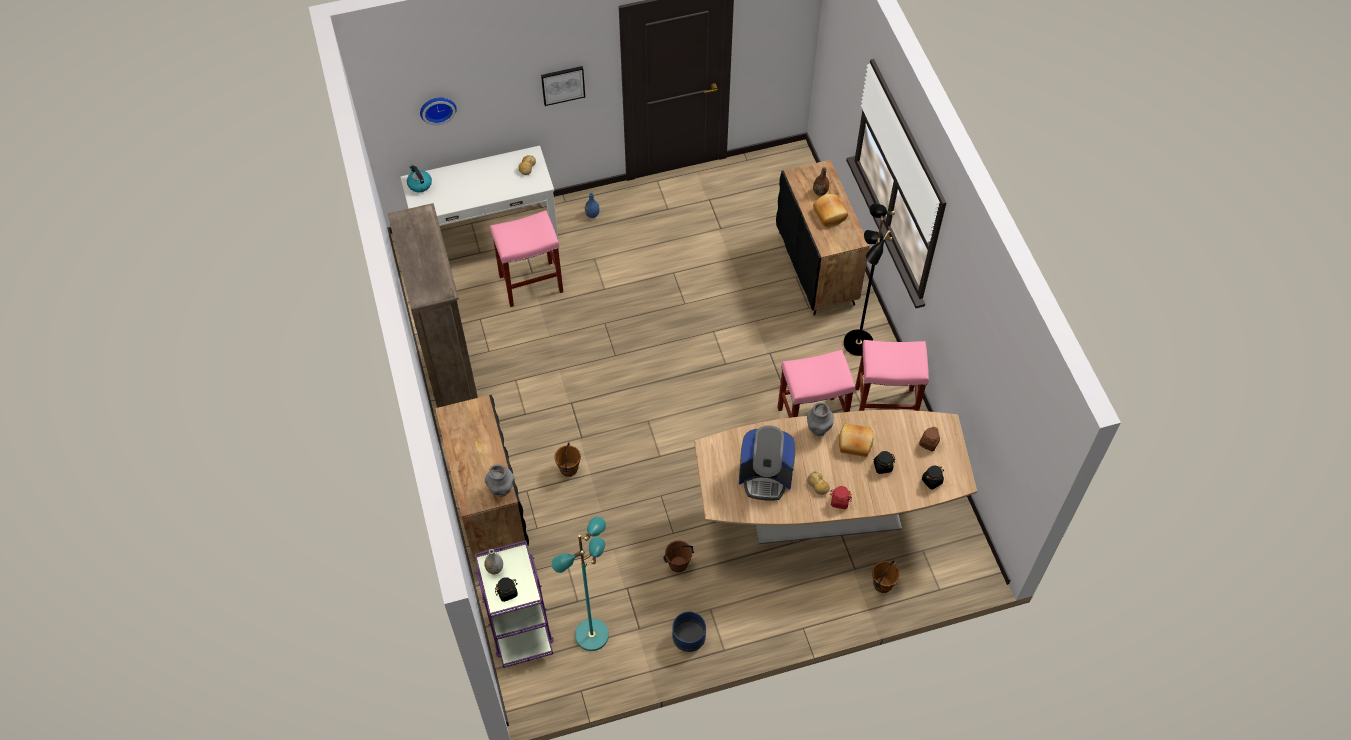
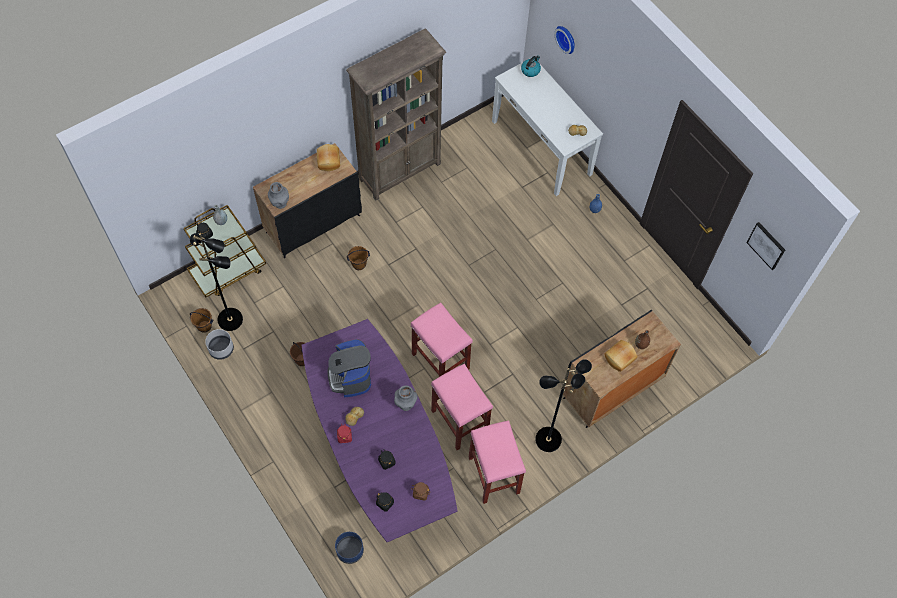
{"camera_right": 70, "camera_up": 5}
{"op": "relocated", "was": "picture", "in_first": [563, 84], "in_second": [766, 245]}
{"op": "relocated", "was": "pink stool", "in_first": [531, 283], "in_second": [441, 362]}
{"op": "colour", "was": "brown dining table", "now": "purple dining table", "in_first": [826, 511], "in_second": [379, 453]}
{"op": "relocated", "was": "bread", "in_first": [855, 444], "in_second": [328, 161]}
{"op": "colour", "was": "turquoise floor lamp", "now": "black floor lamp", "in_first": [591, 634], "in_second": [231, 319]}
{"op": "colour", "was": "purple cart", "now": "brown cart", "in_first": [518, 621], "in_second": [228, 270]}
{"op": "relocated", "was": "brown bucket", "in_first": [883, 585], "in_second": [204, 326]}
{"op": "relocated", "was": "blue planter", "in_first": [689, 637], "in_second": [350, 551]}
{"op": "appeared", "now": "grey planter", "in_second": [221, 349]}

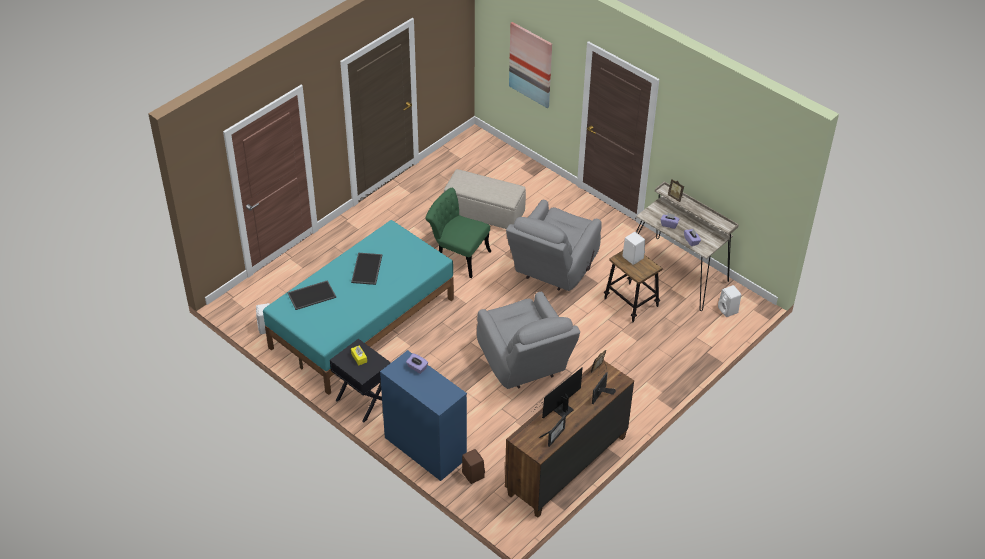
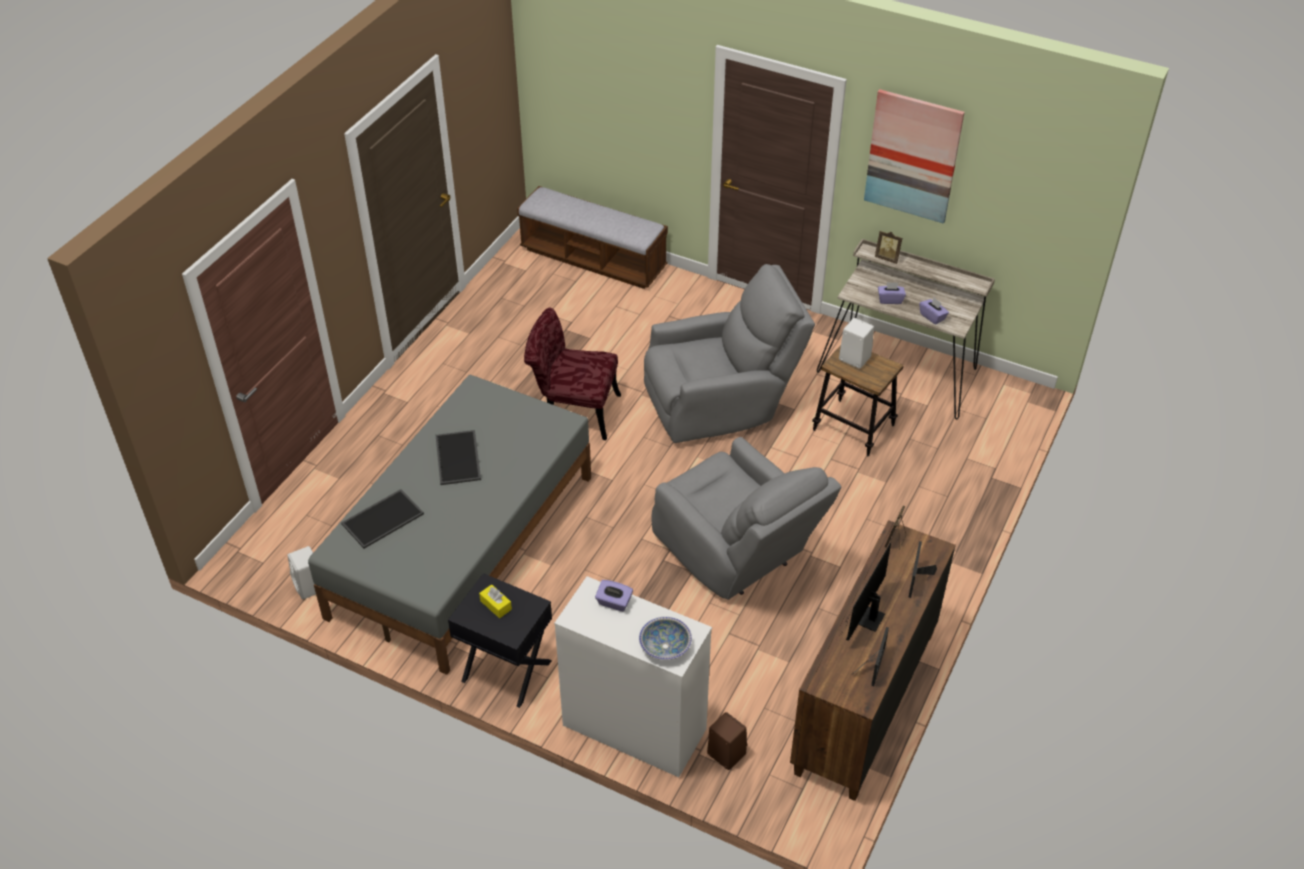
{"camera_right": -15, "camera_up": 0}
{"op": "relocated", "was": "picture", "in_first": [531, 64], "in_second": [913, 156]}
{"op": "missing", "was": "beige ottoman", "in_first": [485, 214]}
{"op": "colour", "was": "green chair", "now": "red chair", "in_first": [457, 256], "in_second": [573, 411]}
{"op": "spun", "was": "grey armchair", "in_first": [552, 269], "in_second": [721, 402], "clockwise": -120}
{"op": "colour", "was": "turquoise bed", "now": "grey bed", "in_first": [361, 323], "in_second": [461, 545]}
{"op": "missing", "was": "white speaker", "in_first": [728, 310]}
{"op": "colour", "was": "blue dresser", "now": "white dresser", "in_first": [425, 448], "in_second": [634, 727]}
{"op": "appeared", "now": "bench", "in_second": [593, 259]}
{"op": "appeared", "now": "bowl", "in_second": [665, 646]}

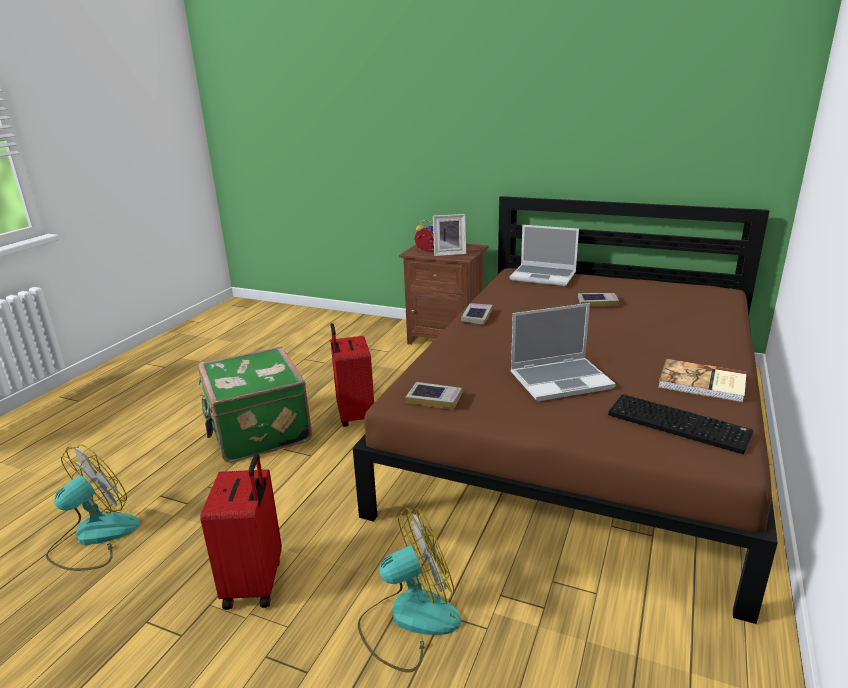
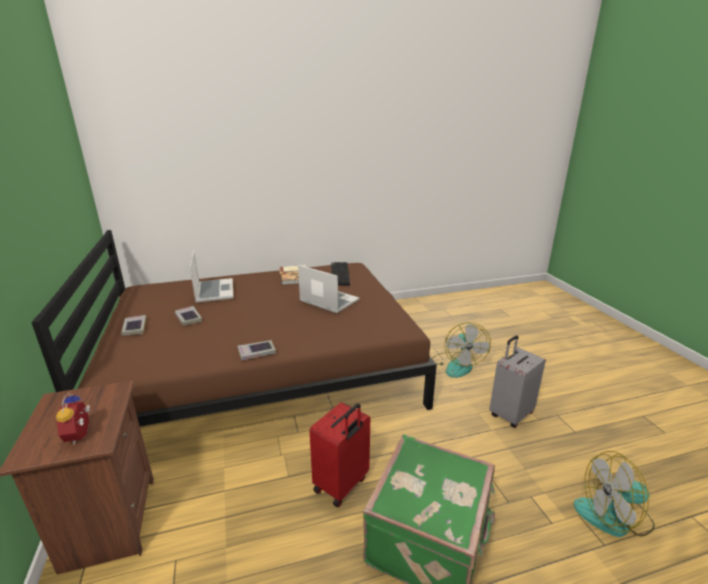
{"camera_right": -130, "camera_up": 0}
{"op": "missing", "was": "picture frame", "in_first": [449, 253]}
{"op": "relocated", "was": "laptop", "in_first": [544, 276], "in_second": [214, 291]}
{"op": "relocated", "was": "book", "in_first": [434, 399], "in_second": [134, 328]}
{"op": "colour", "was": "red suitcase", "now": "grey suitcase", "in_first": [255, 583], "in_second": [510, 414]}
{"op": "spun", "was": "fan", "in_first": [409, 619], "in_second": [457, 364], "clockwise": -120}

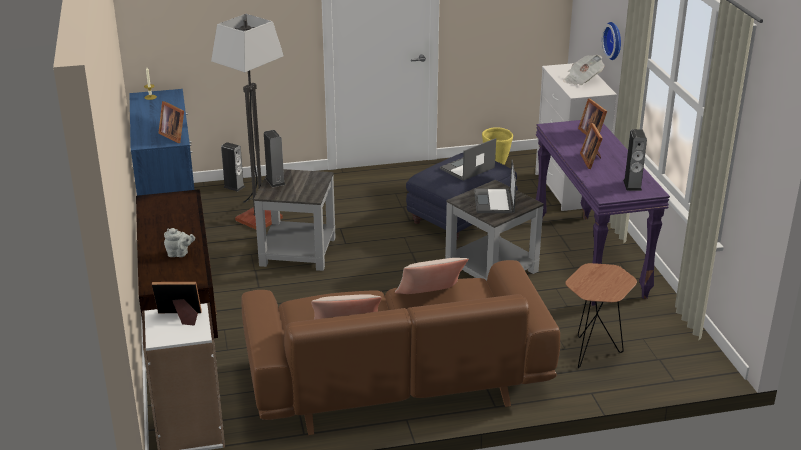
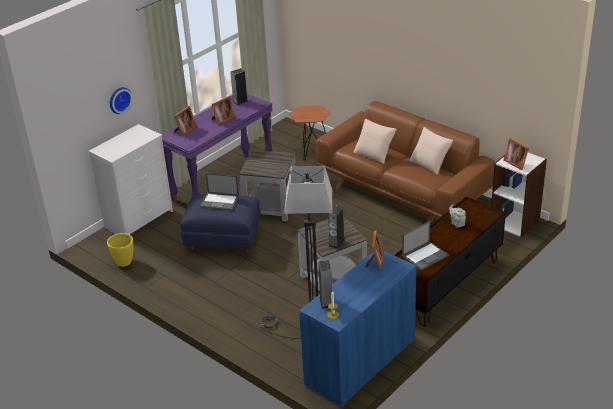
{"camera_right": -125, "camera_up": 5}
{"op": "missing", "was": "newspaper", "in_first": [582, 80]}
{"op": "relocated", "was": "speaker", "in_first": [234, 187], "in_second": [326, 302]}
{"op": "relocated", "was": "laptop", "in_first": [494, 202], "in_second": [425, 255]}

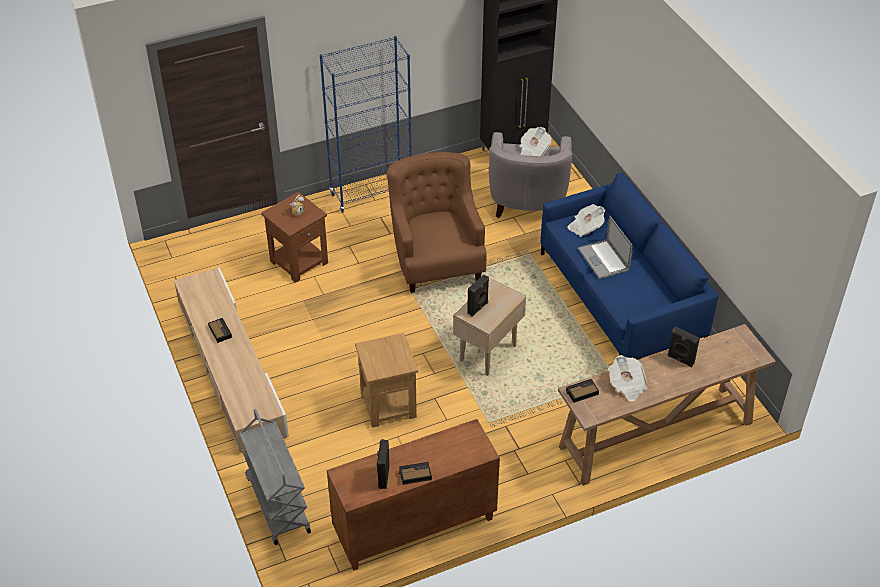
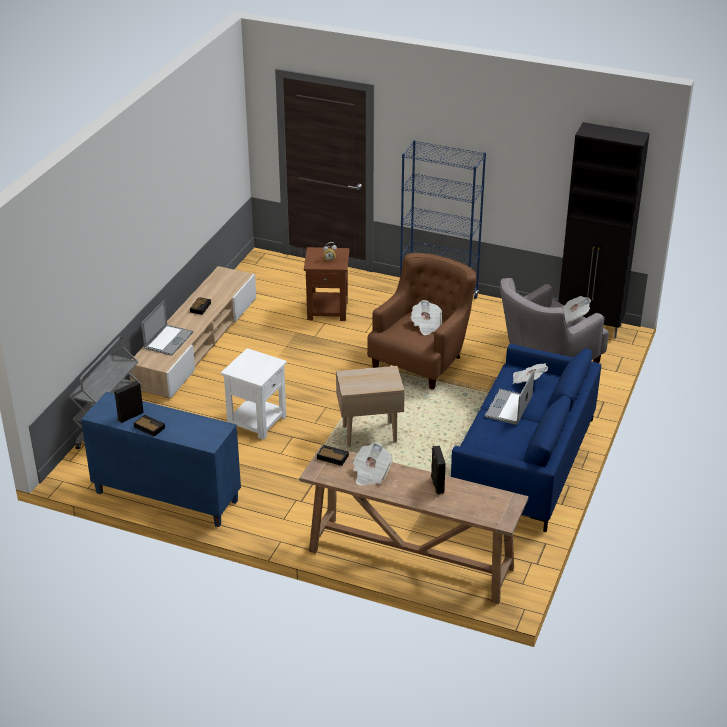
{"camera_right": 45, "camera_up": -10}
{"op": "missing", "was": "black speaker", "in_first": [478, 308]}
{"op": "colour", "was": "brown side table", "now": "white side table", "in_first": [388, 404], "in_second": [257, 421]}
{"op": "colour", "was": "brown cabinet", "now": "blue cabinet", "in_first": [414, 528], "in_second": [165, 497]}
{"op": "appeared", "now": "laptop", "in_second": [169, 340]}
{"op": "appeared", "now": "newspaper", "in_second": [426, 325]}

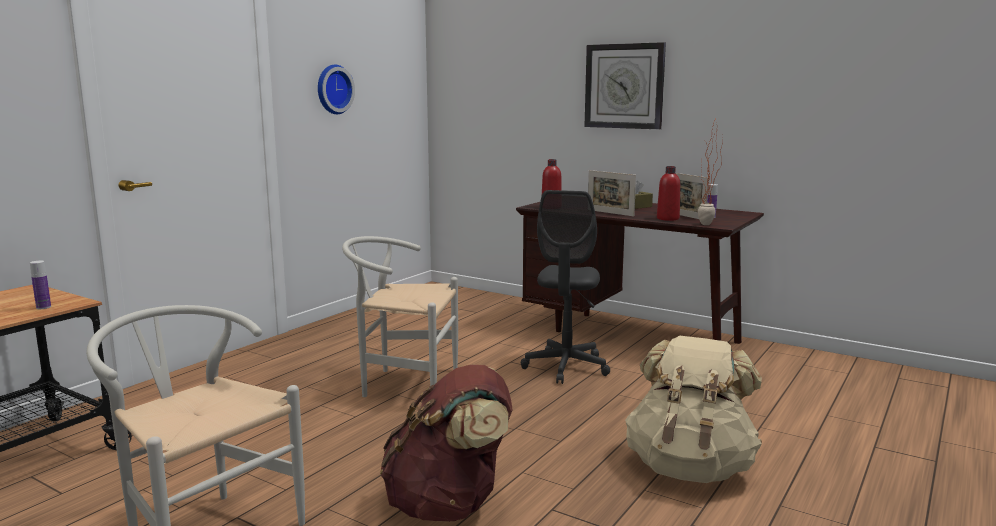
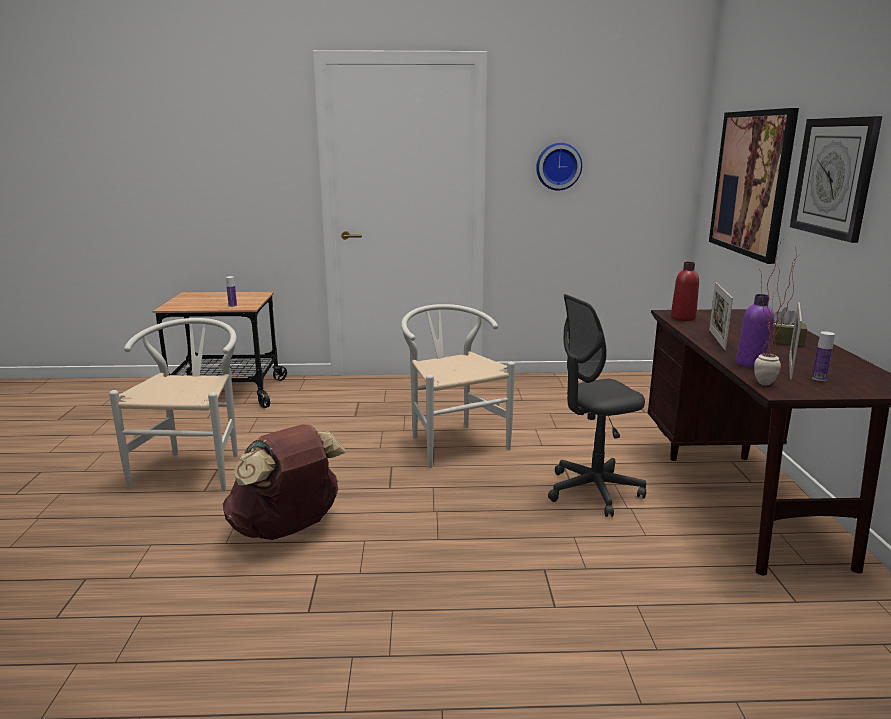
{"camera_right": 55, "camera_up": 5}
{"op": "colour", "was": "red bottle", "now": "purple bottle", "in_first": [667, 218], "in_second": [751, 364]}
{"op": "missing", "was": "beige backpack", "in_first": [690, 468]}
{"op": "appeared", "now": "picture", "in_second": [751, 183]}

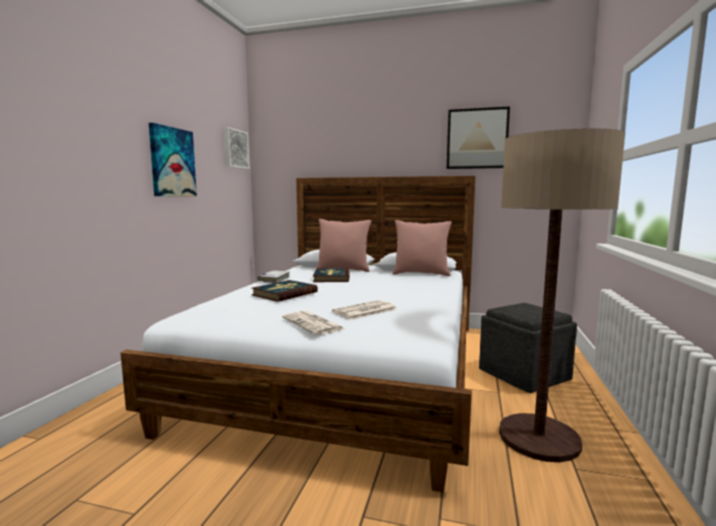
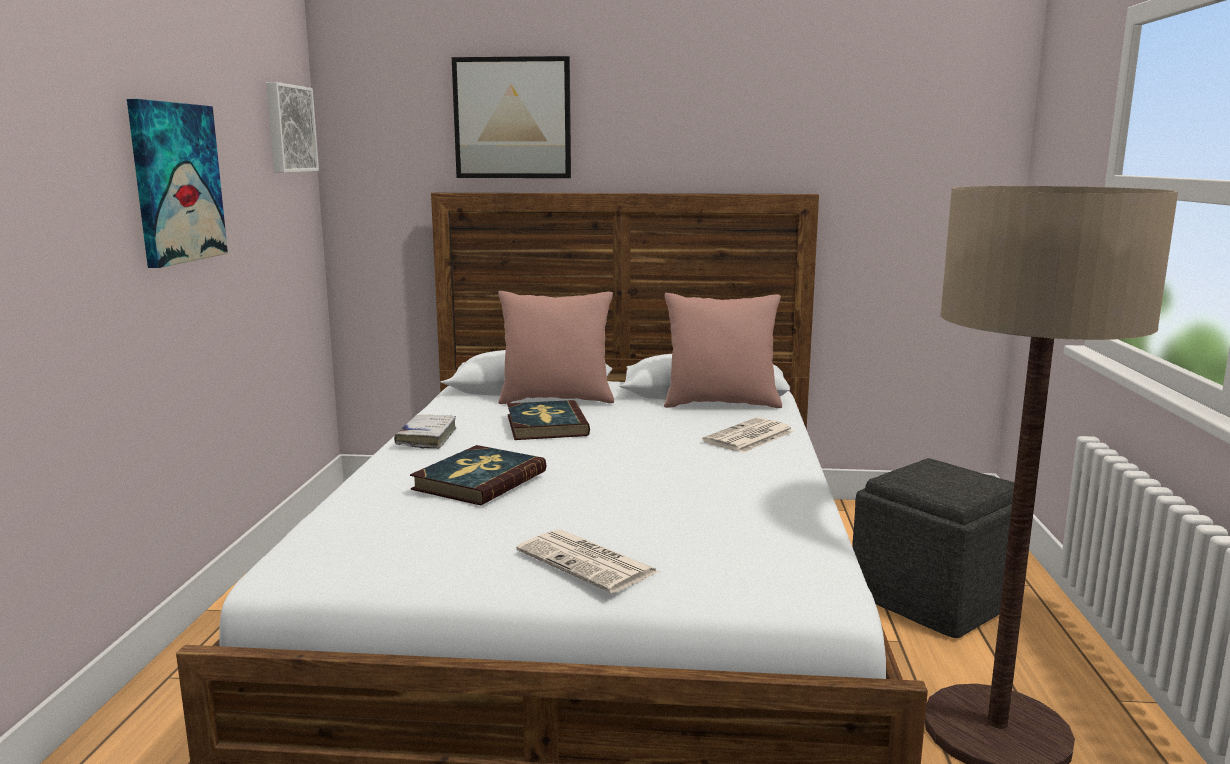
{"camera_right": -10, "camera_up": 5}
{"op": "relocated", "was": "picture", "in_first": [477, 138], "in_second": [512, 118]}
{"op": "relocated", "was": "newspaper", "in_first": [364, 311], "in_second": [749, 437]}

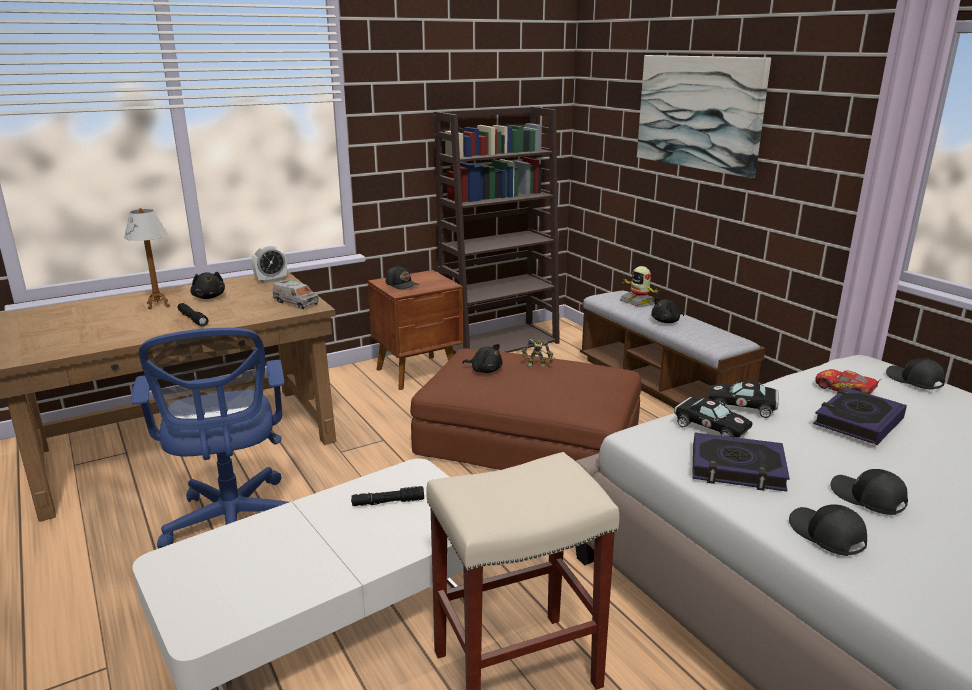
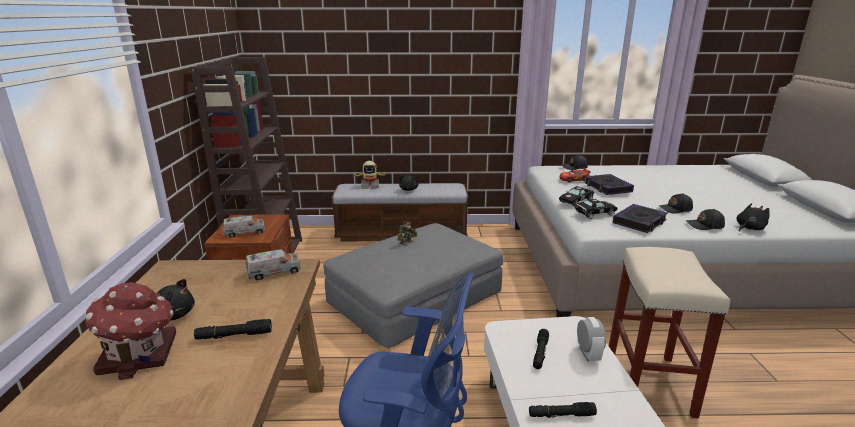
{"camera_right": -60, "camera_up": 0}
{"op": "missing", "was": "picture", "in_first": [699, 112]}
{"op": "exchanged", "was": "table lamp", "now": "toy house", "in_first": [158, 305], "in_second": [140, 354]}
{"op": "relocated", "was": "alarm clock", "in_first": [271, 280], "in_second": [588, 354]}
{"op": "exchanged", "was": "black cap", "now": "toy truck", "in_first": [402, 284], "in_second": [244, 232]}
{"op": "relocated", "was": "black plush toy", "in_first": [485, 370], "in_second": [749, 228]}
{"op": "colour", "was": "brown ottoman", "now": "grey ottoman", "in_first": [528, 438], "in_second": [415, 295]}
{"op": "appeared", "now": "black flashlight", "in_second": [561, 415]}

